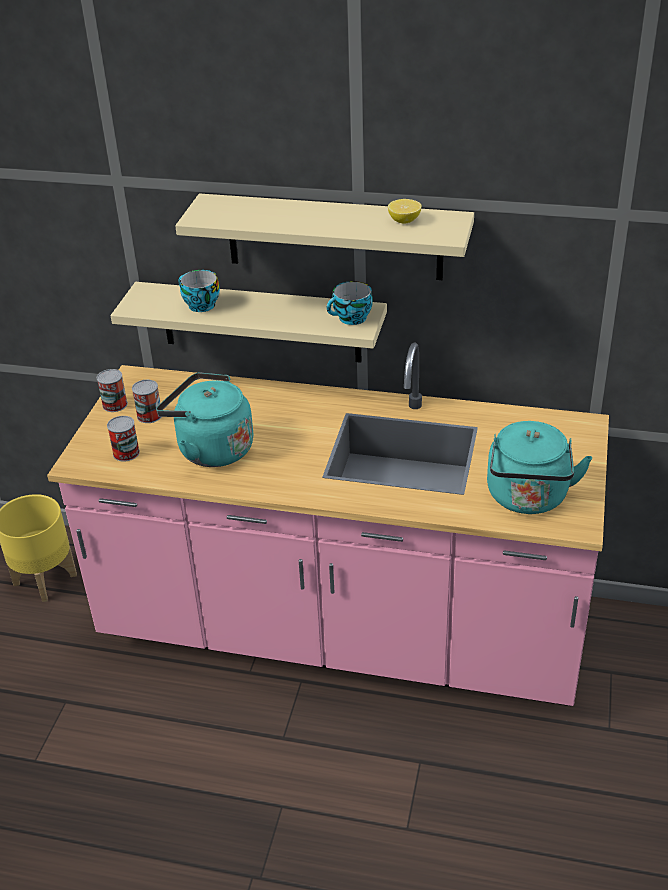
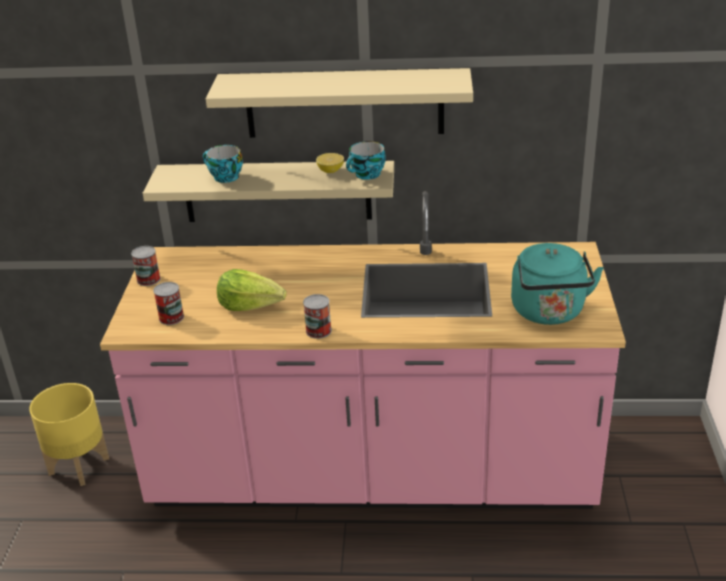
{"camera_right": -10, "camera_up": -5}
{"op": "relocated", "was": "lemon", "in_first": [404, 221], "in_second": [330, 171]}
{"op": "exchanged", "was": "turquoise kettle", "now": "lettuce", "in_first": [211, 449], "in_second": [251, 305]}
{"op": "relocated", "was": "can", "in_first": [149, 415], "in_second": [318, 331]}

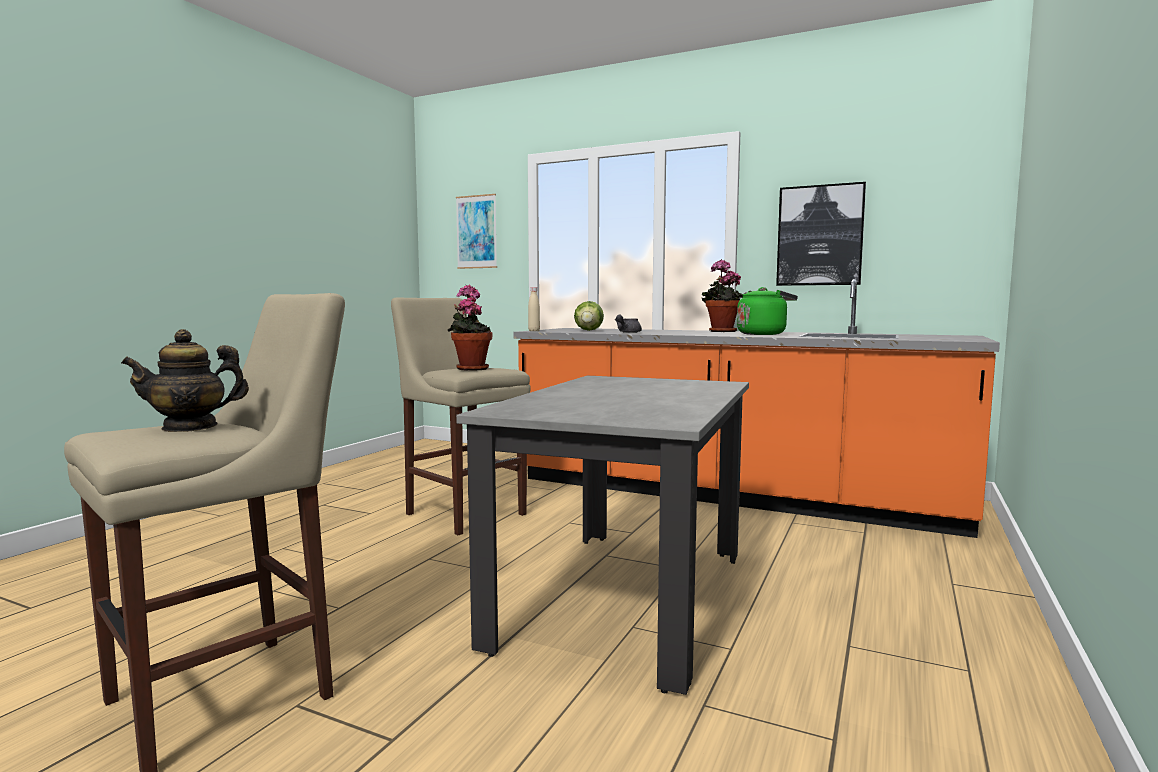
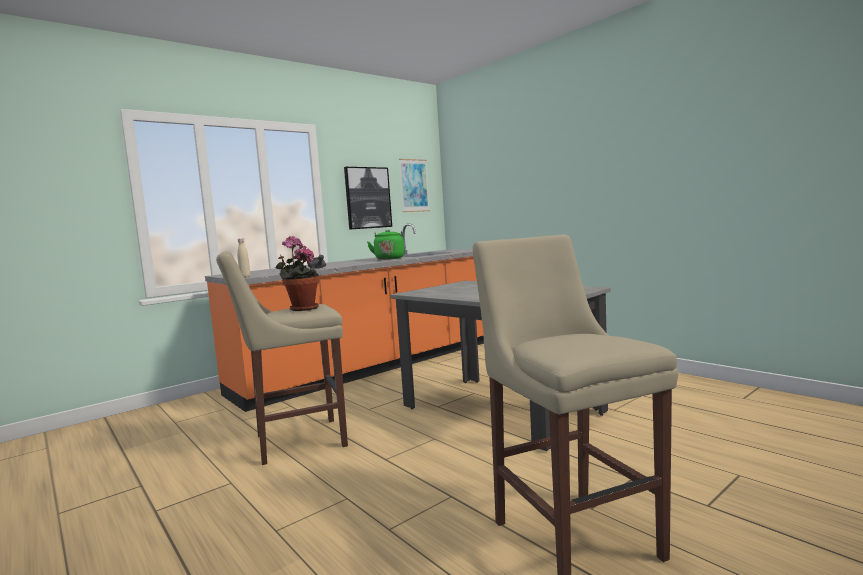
{"camera_right": -65, "camera_up": 0}
{"op": "relocated", "was": "picture", "in_first": [476, 232], "in_second": [414, 185]}
{"op": "missing", "was": "potted plant", "in_first": [721, 331]}
{"op": "missing", "was": "lettuce", "in_first": [588, 330]}
{"op": "missing", "was": "teapot", "in_first": [190, 427]}

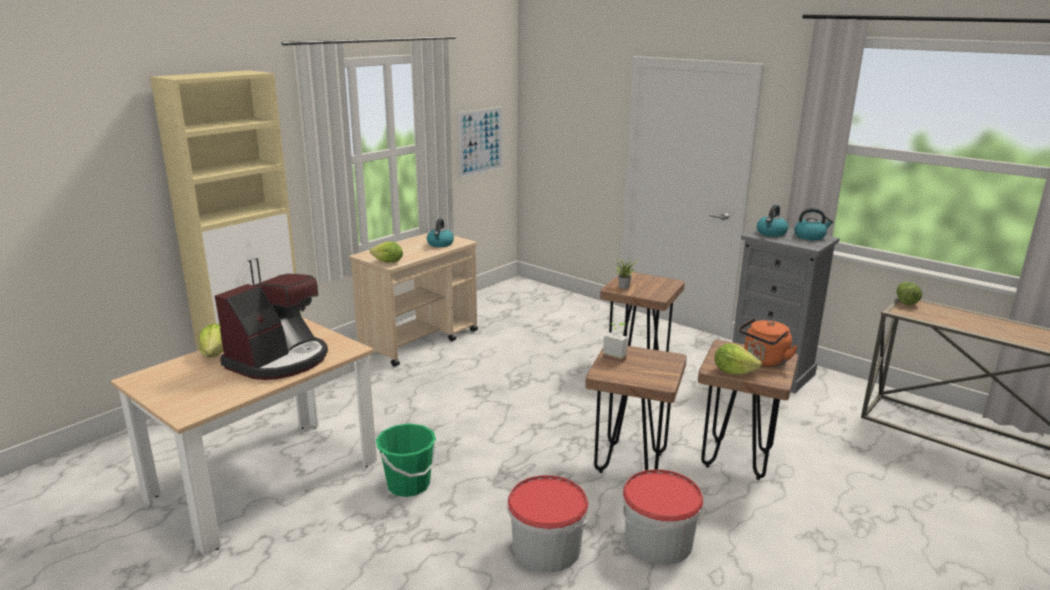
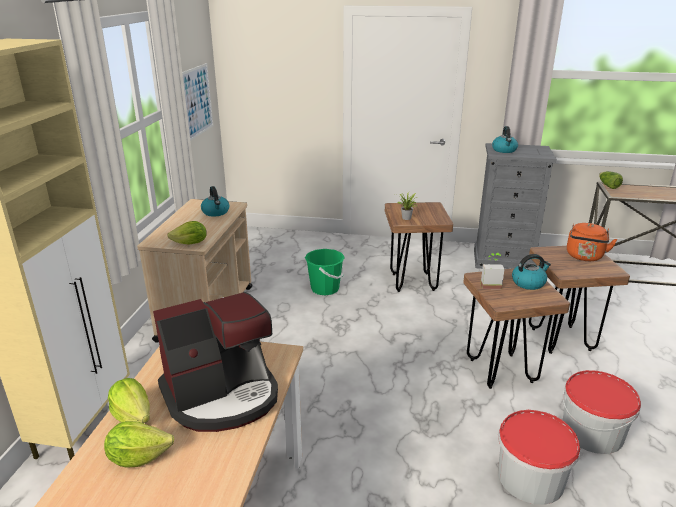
{"camera_right": -30, "camera_up": 5}
{"op": "relocated", "was": "kettle", "in_first": [810, 237], "in_second": [528, 283]}
{"op": "spun", "was": "coffee machine", "in_first": [279, 360], "in_second": [222, 395], "clockwise": 60}
{"op": "relocated", "was": "lettuce", "in_first": [733, 371], "in_second": [138, 457]}
{"op": "relocated", "was": "green bucket", "in_first": [408, 485], "in_second": [325, 289]}

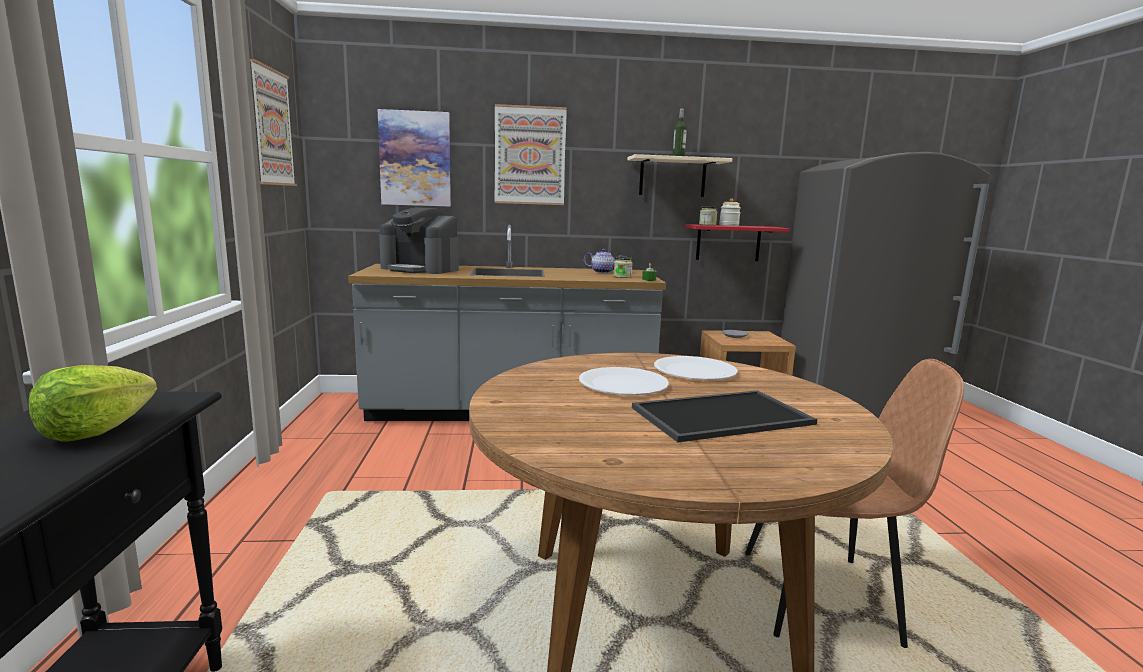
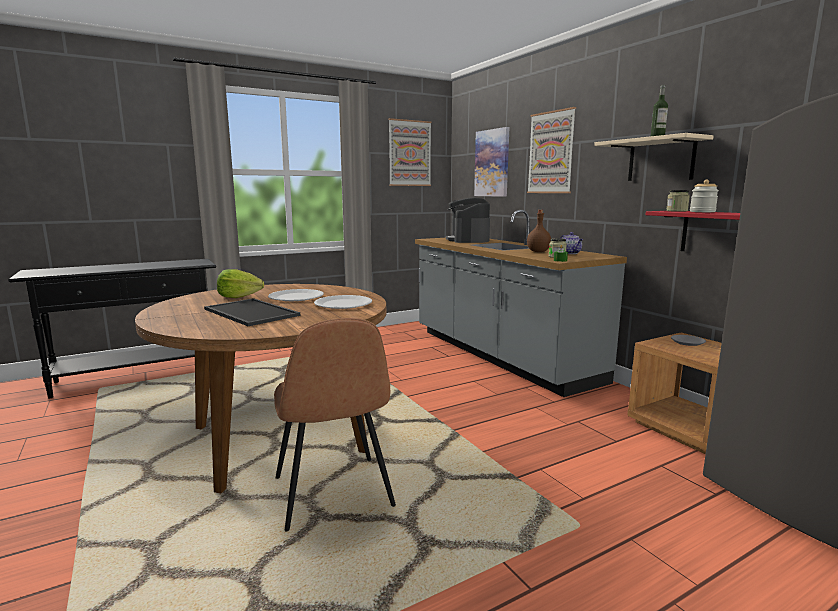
{"camera_right": 65, "camera_up": 0}
{"op": "relocated", "was": "lettuce", "in_first": [96, 431], "in_second": [239, 297]}
{"op": "appeared", "now": "brown bottle", "in_second": [537, 251]}

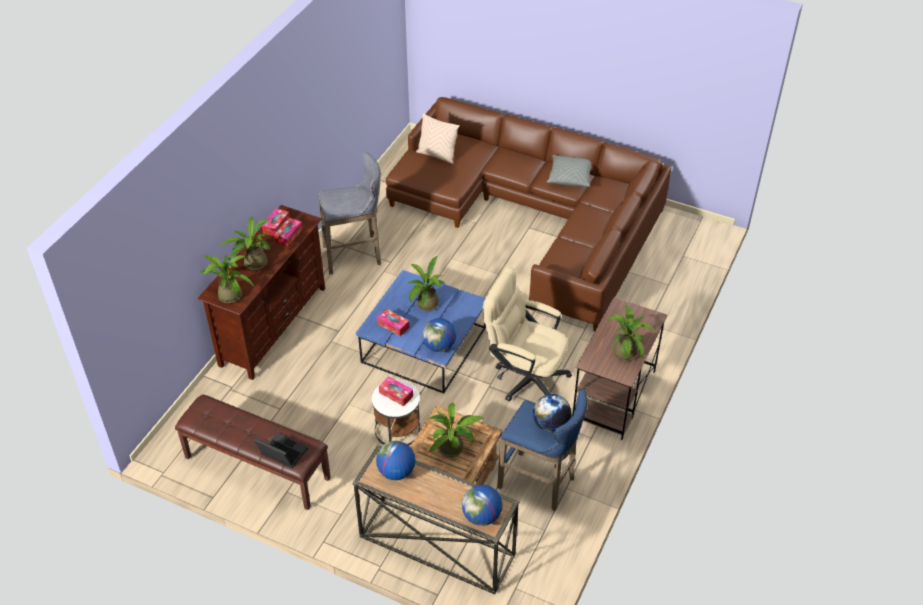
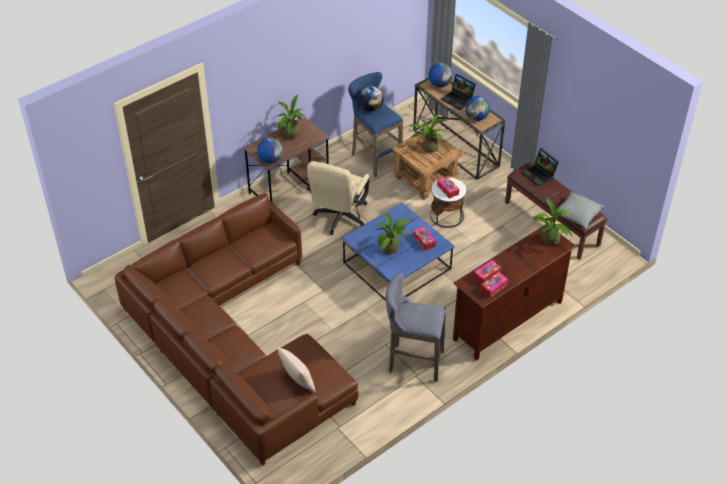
{"camera_right": -155, "camera_up": 0}
{"op": "relocated", "was": "grey pillow", "in_first": [569, 177], "in_second": [577, 215]}
{"op": "missing", "was": "potted plant", "in_first": [252, 263]}
{"op": "spun", "was": "beige office chair", "in_first": [524, 377], "in_second": [339, 219], "clockwise": 60}
{"op": "relocated", "was": "globe", "in_first": [439, 346], "in_second": [270, 160]}
{"op": "appeared", "now": "laptop", "in_second": [458, 99]}

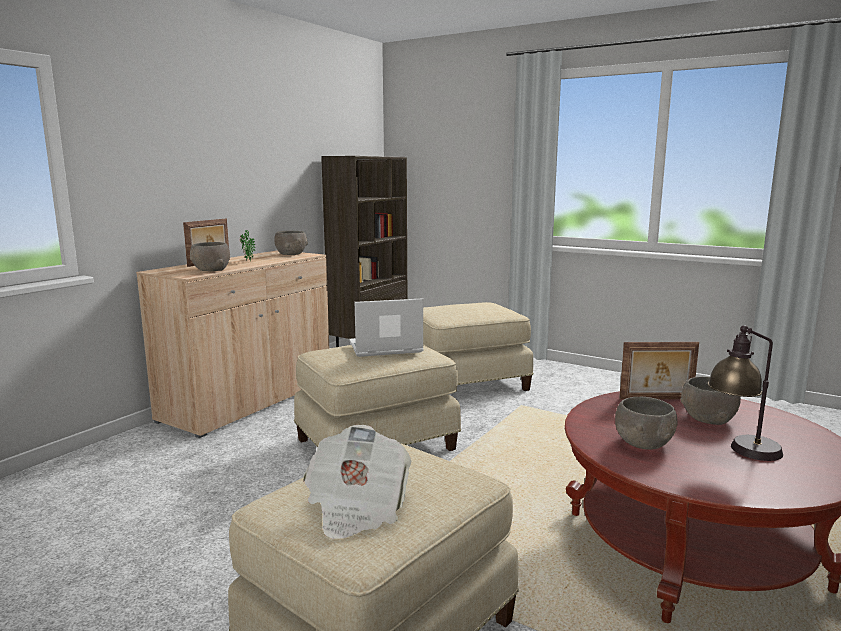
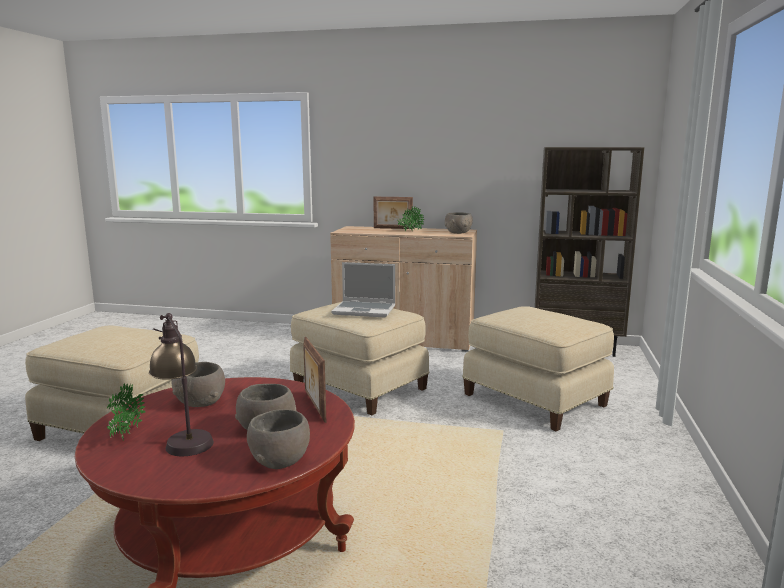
{"camera_right": 70, "camera_up": 0}
{"op": "relocated", "was": "grey bowl", "in_first": [211, 270], "in_second": [279, 459]}
{"op": "spun", "was": "laptop", "in_first": [384, 348], "in_second": [365, 310], "clockwise": 135}
{"op": "missing", "was": "newspaper", "in_first": [356, 507]}
{"op": "appeared", "now": "potted plant", "in_second": [125, 436]}

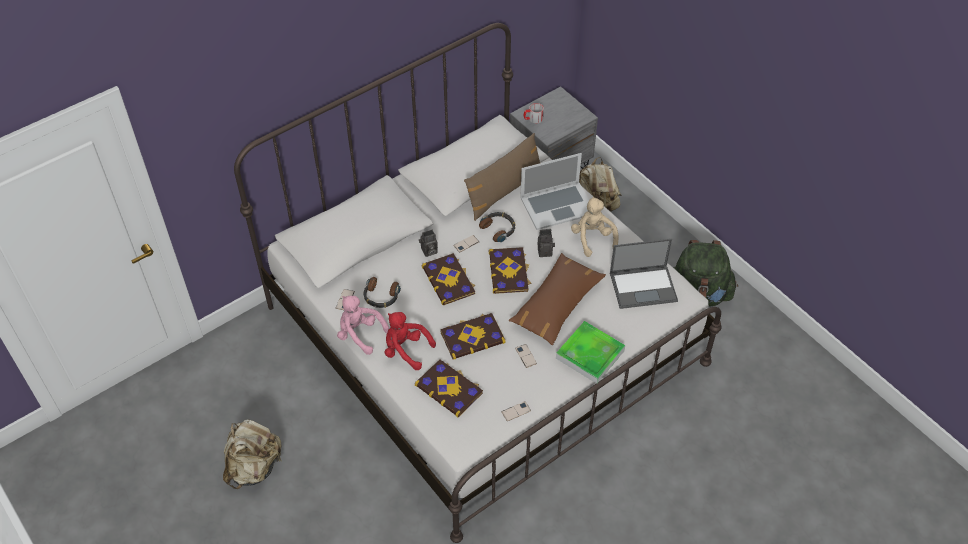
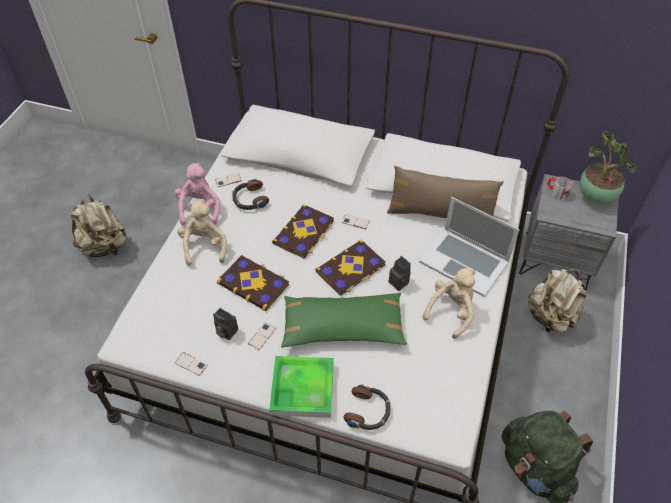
{"camera_right": 55, "camera_up": 0}
{"op": "relocated", "was": "headphones", "in_first": [498, 229], "in_second": [368, 411]}
{"op": "relocated", "was": "photo camera", "in_first": [428, 251], "in_second": [225, 331]}
{"op": "missing", "was": "laptop", "in_first": [644, 286]}
{"op": "colour", "was": "brown pillow", "now": "green pillow", "in_first": [556, 305], "in_second": [343, 327]}
{"op": "colour", "was": "red plush toy", "now": "beige plush toy", "in_first": [406, 350], "in_second": [204, 246]}
{"op": "missing", "was": "book", "in_first": [449, 388]}
{"op": "appeared", "now": "potted plant", "in_second": [596, 198]}

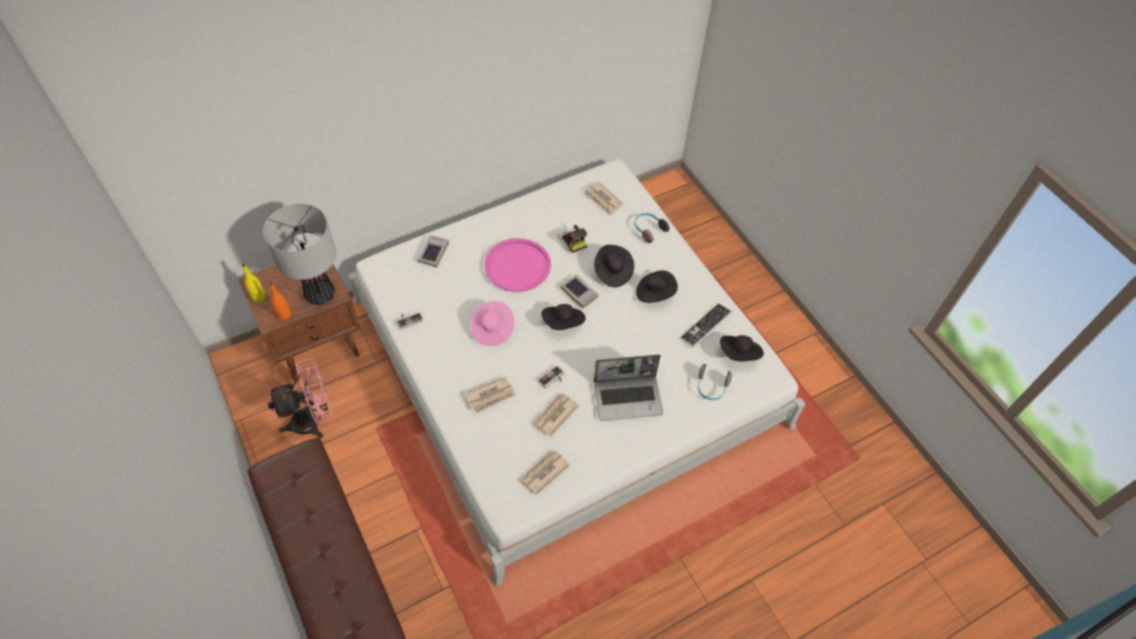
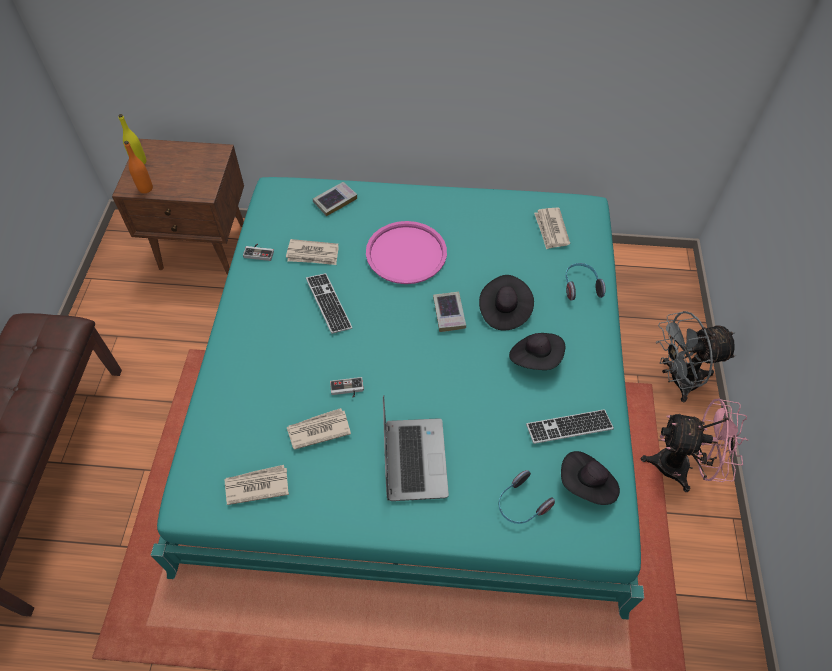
{"camera_right": 35, "camera_up": 0}
{"op": "colour", "was": "white bed", "now": "turquoise bed", "in_first": [565, 363], "in_second": [414, 388]}
{"op": "missing", "was": "table lamp", "in_first": [319, 294]}
{"op": "missing", "was": "photo camera", "in_first": [573, 240]}
{"op": "exchanged", "was": "pink hat", "now": "keyboard", "in_first": [492, 329], "in_second": [328, 304]}
{"op": "missing", "was": "black hat", "in_first": [563, 323]}
{"op": "spun", "was": "laptop", "in_first": [628, 398], "in_second": [413, 458], "clockwise": -120}
{"op": "relocated", "was": "pink fan", "in_first": [313, 421], "in_second": [681, 466]}
{"op": "relocated", "was": "newspaper", "in_first": [491, 396], "in_second": [313, 254]}
{"op": "appeared", "now": "grey fan", "in_second": [677, 380]}

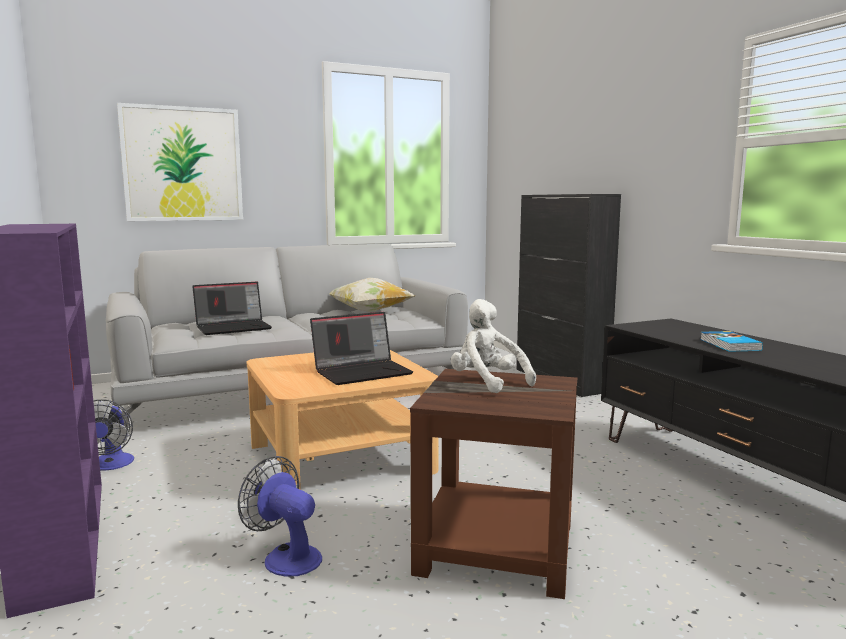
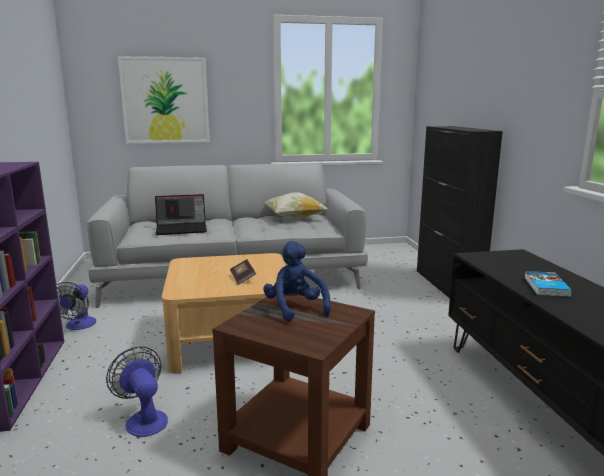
{"camera_right": 15, "camera_up": 5}
{"op": "colour", "was": "white plush toy", "now": "blue plush toy", "in_first": [487, 383], "in_second": [295, 309]}
{"op": "exchanged", "was": "laptop", "now": "book", "in_first": [363, 372], "in_second": [242, 278]}

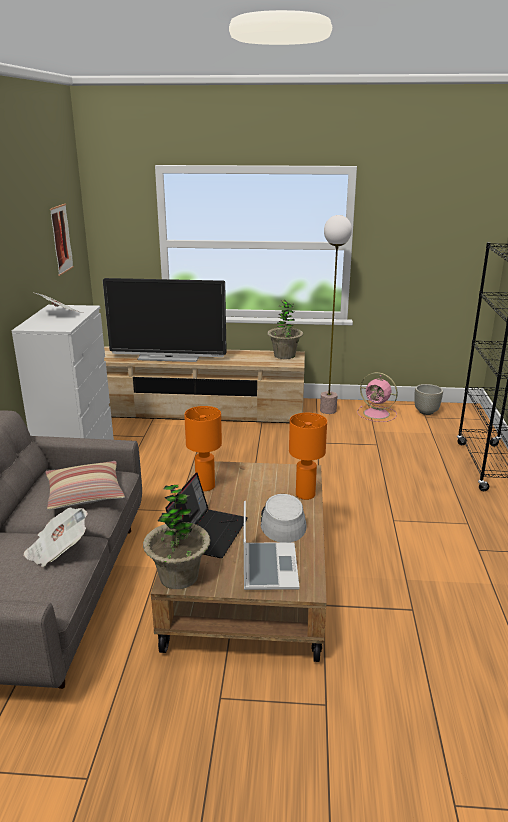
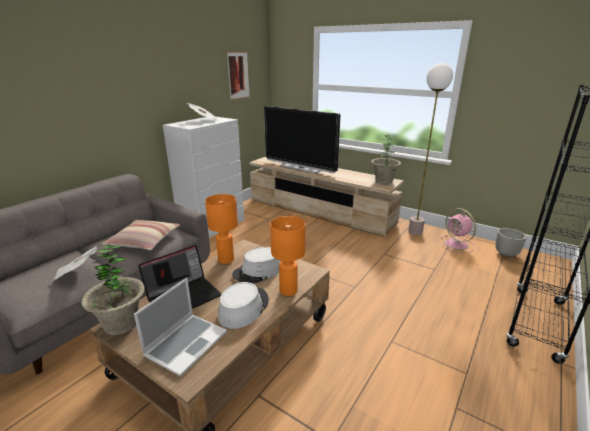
{"camera_right": 30, "camera_up": 0}
{"op": "appeared", "now": "grey hat", "in_second": [257, 271]}

